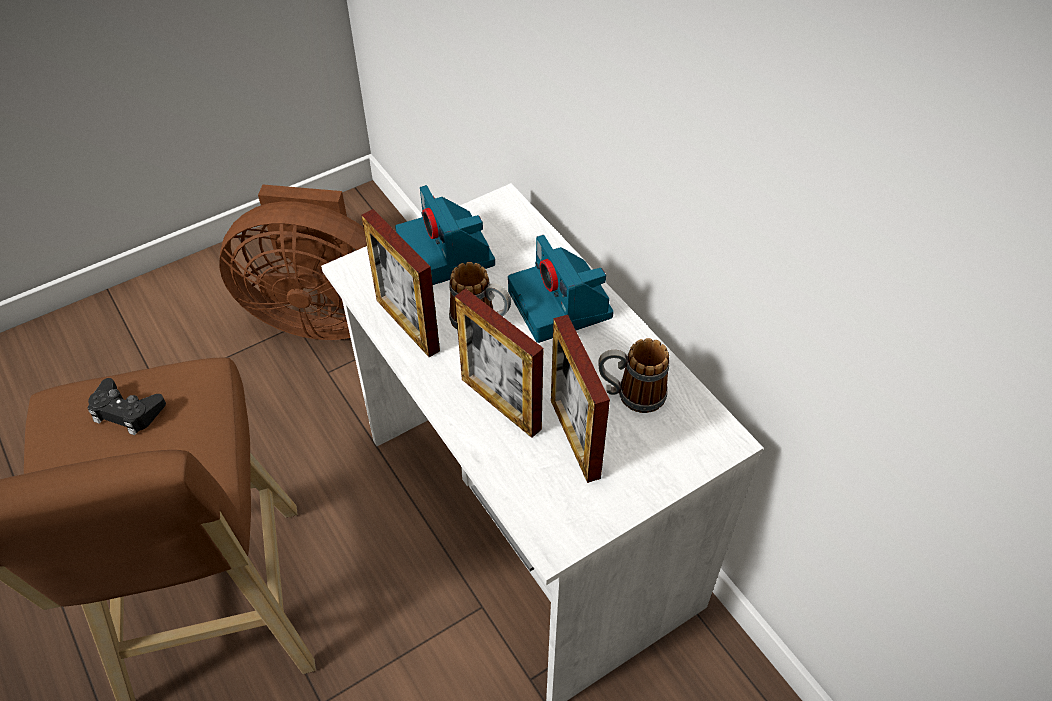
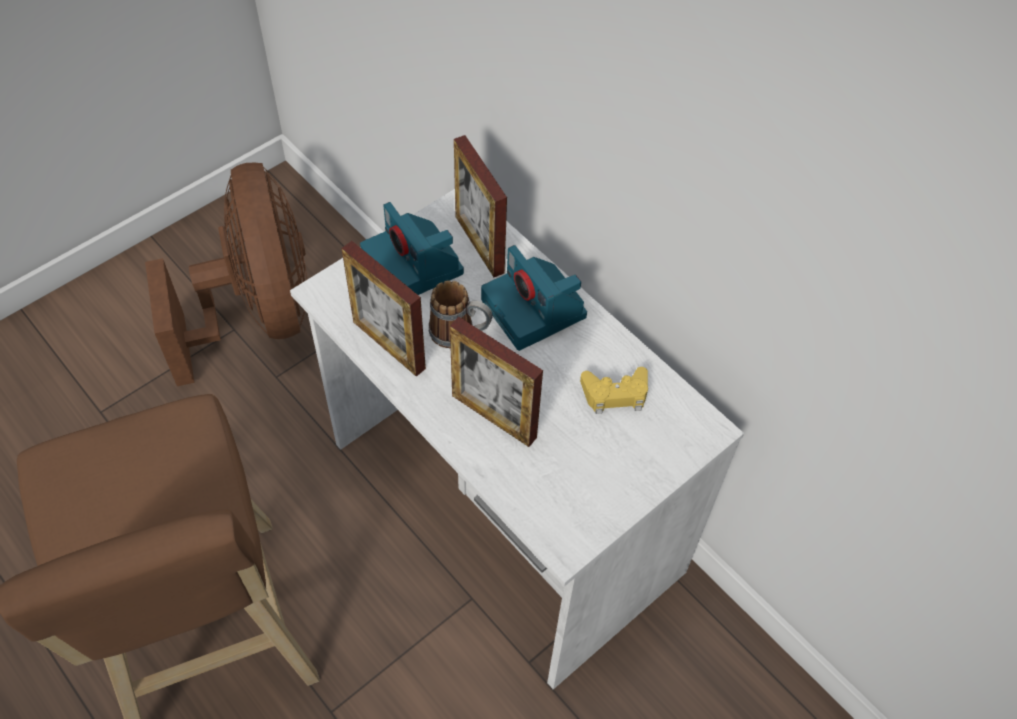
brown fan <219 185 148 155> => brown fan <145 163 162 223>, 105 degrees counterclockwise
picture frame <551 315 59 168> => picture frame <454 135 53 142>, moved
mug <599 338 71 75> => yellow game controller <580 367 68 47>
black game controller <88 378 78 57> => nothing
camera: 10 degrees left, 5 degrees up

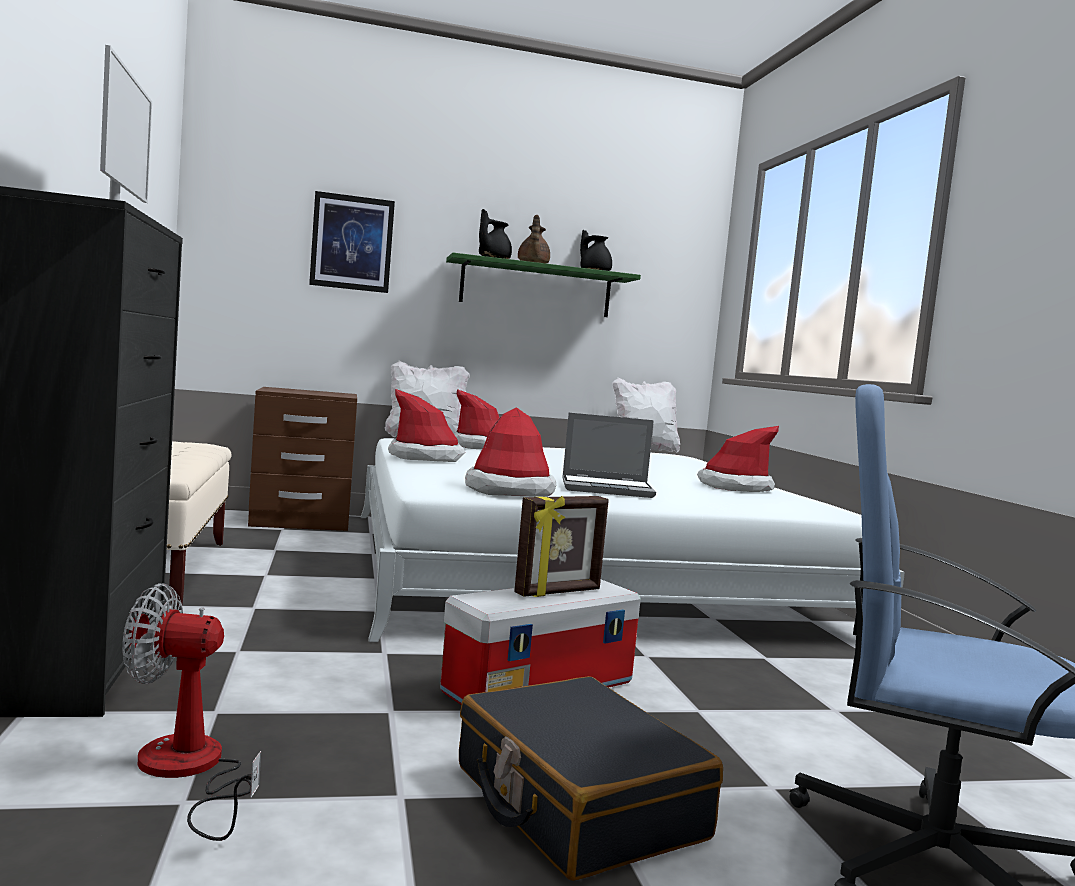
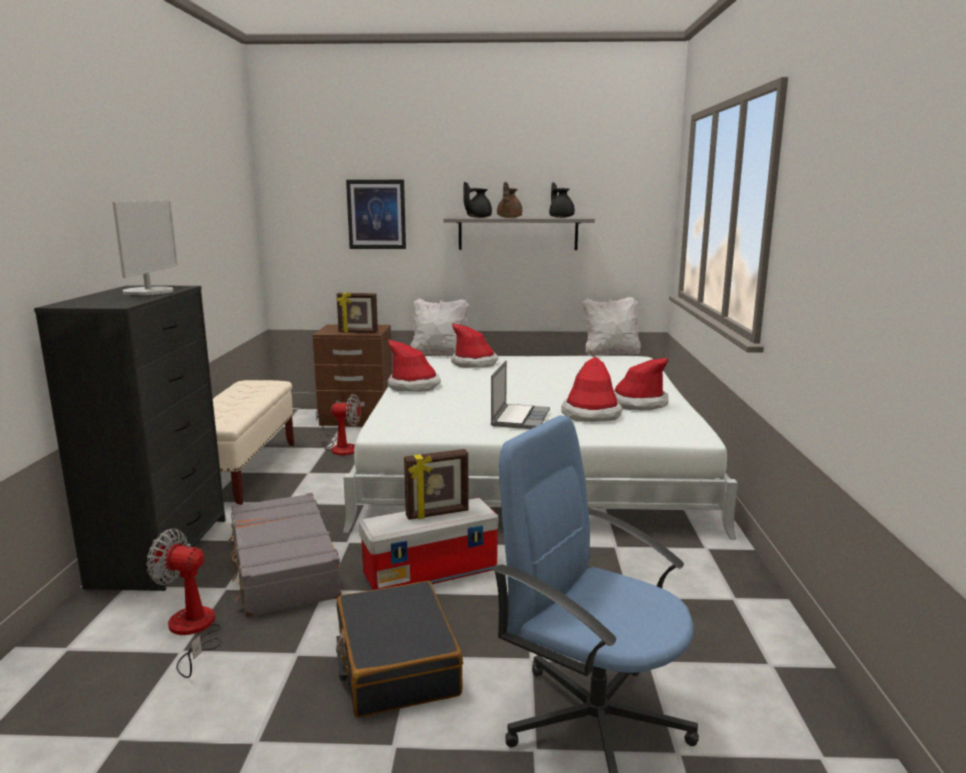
nothing => grey suitcase <228 493 114 124>
nothing => fan <316 394 45 61>
nothing => picture frame <337 292 41 41>
green shelf <446 252 195 65> => grey shelf <443 217 152 33>
laptop <562 413 94 85> => laptop <491 360 59 69>, 90 degrees counterclockwise
hat <465 407 91 90> => hat <561 356 62 66>, moved
camera: 15 degrees right, 10 degrees up

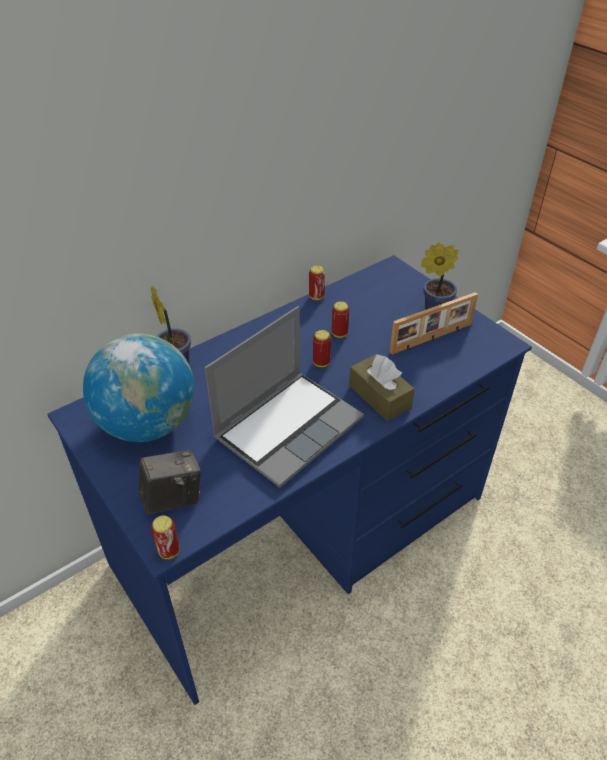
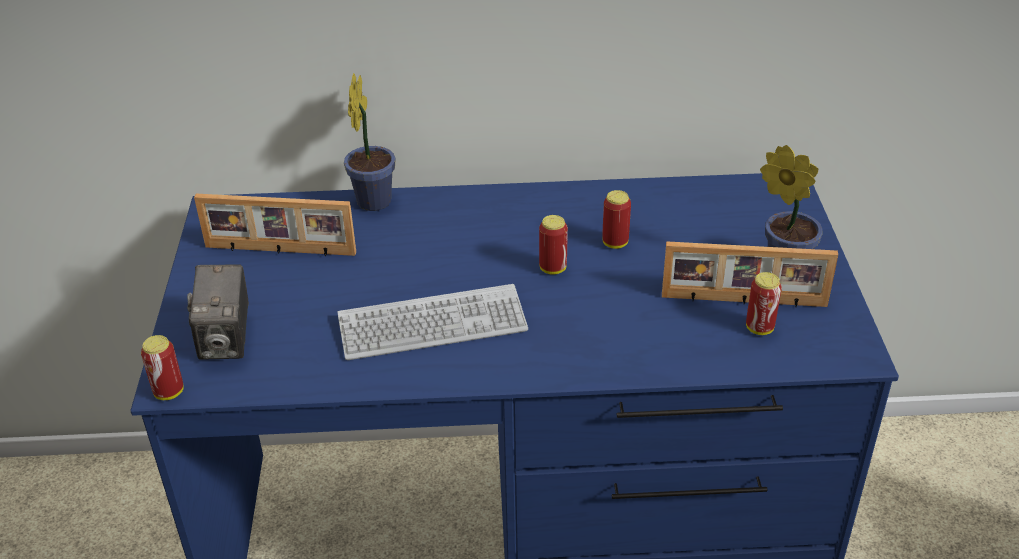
photo camera <138 450 63 64> => photo camera <187 264 62 96>, 75 degrees clockwise
globe <83 334 111 108> => picture frame <194 194 162 62>
laptop <205 306 159 182> => keyboard <337 284 191 76>
can <309 265 16 35> => can <746 272 36 63>, moved
brown tissue box <349 354 66 67> => nothing
camera: 35 degrees right, 5 degrees down

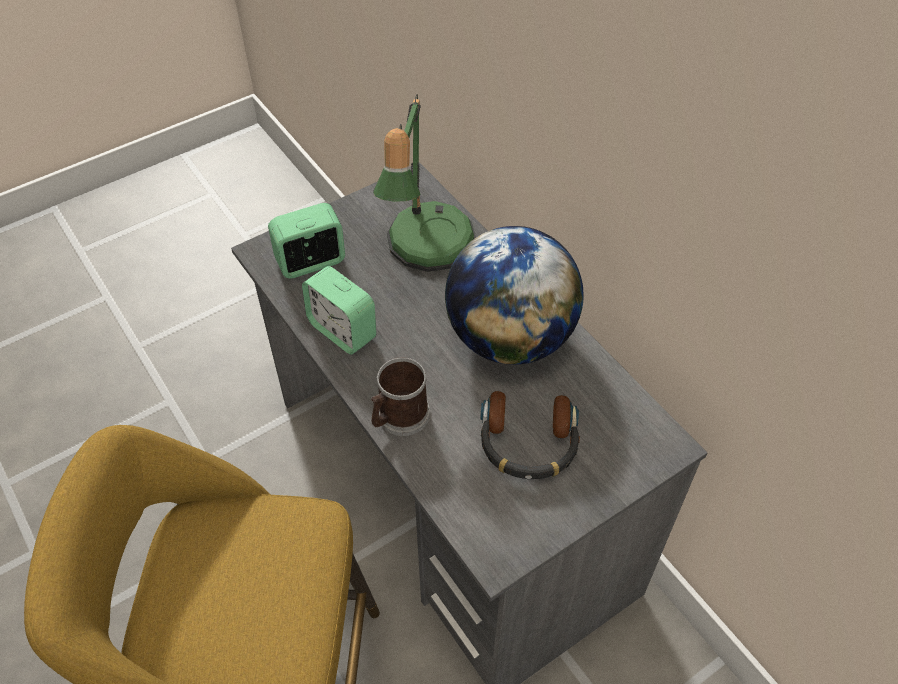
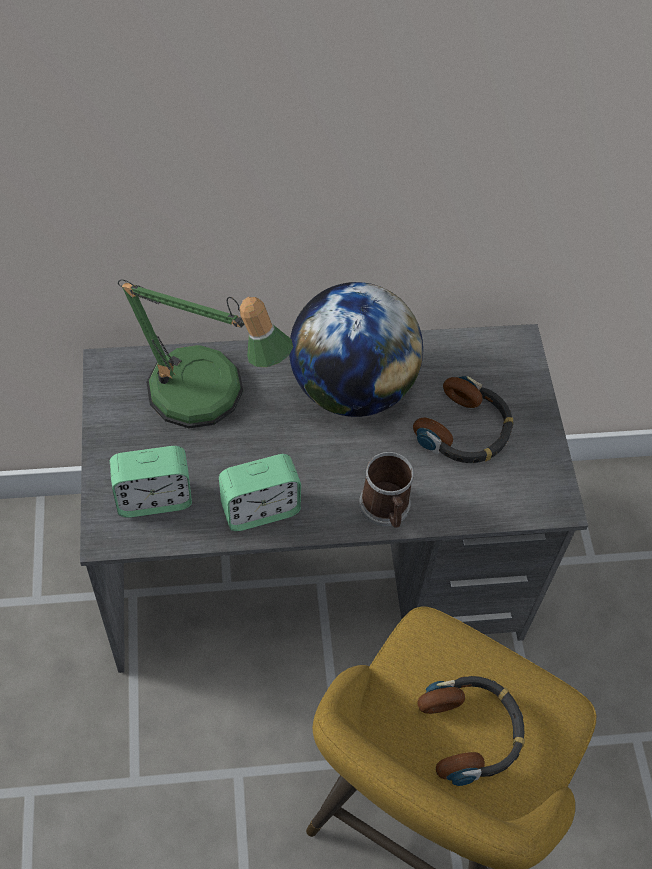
alarm clock <268 203 77 76> => alarm clock <110 446 82 72>, 105 degrees counterclockwise
nothing => headphones <418 676 107 110>
camera: 65 degrees left, 5 degrees up

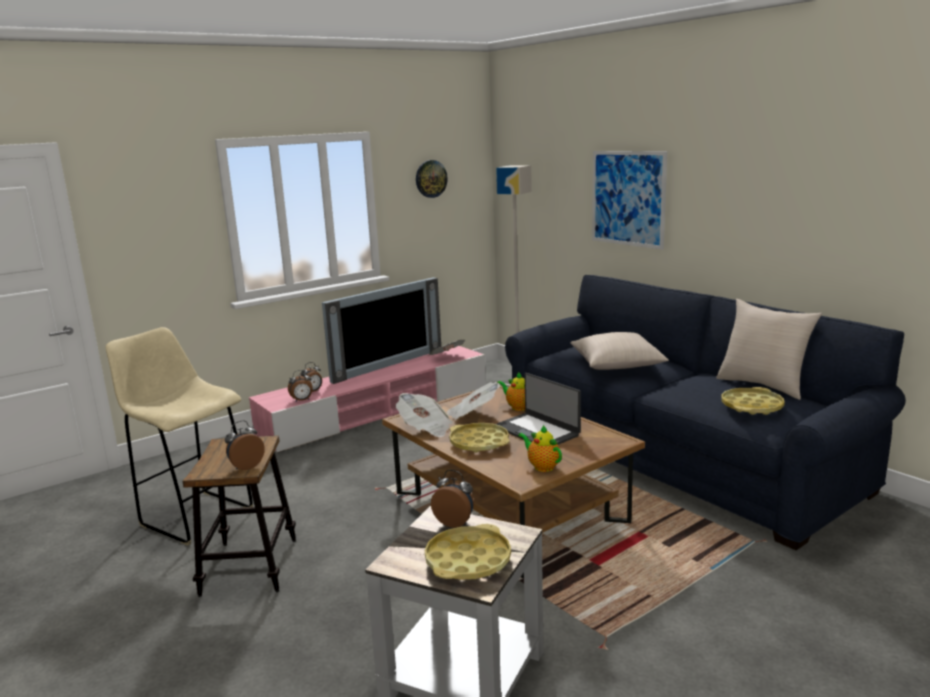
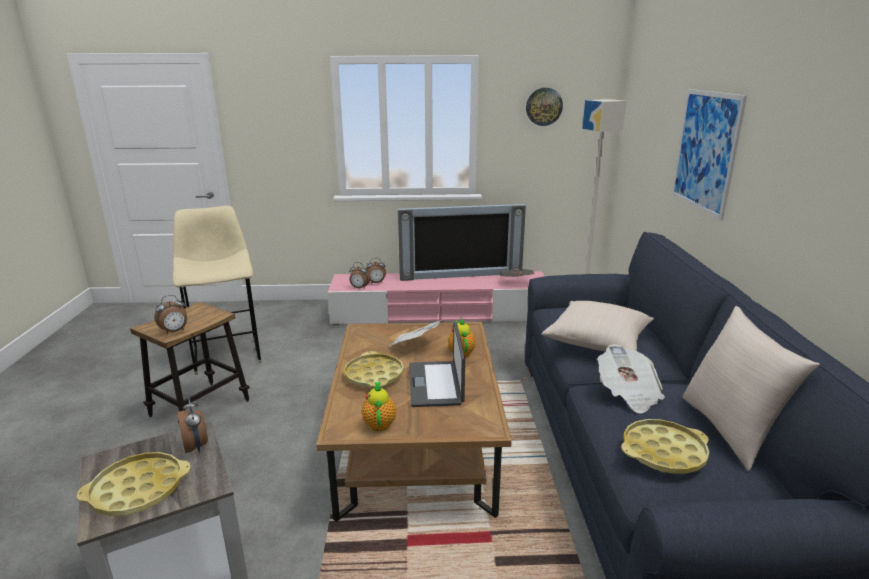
alarm clock <225 420 40 50> => alarm clock <154 295 33 39>, 150 degrees clockwise
newspaper <396 393 56 44> => newspaper <597 344 68 70>, moved
camera: 35 degrees right, 5 degrees up

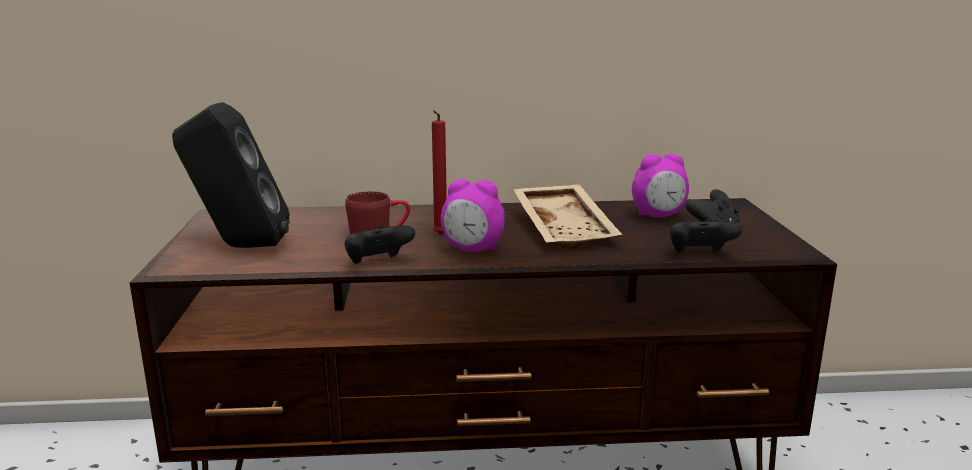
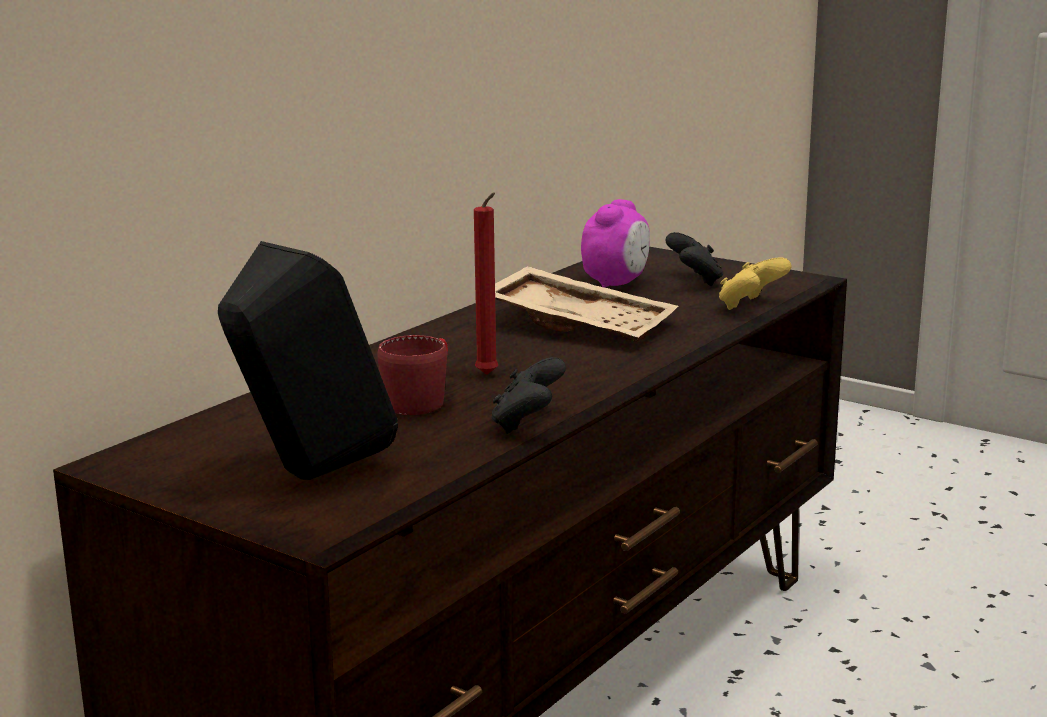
black game controller <670 219 72 33> => yellow game controller <719 258 73 52>
alarm clock <441 179 64 73> => nothing
camera: 50 degrees left, 0 degrees up

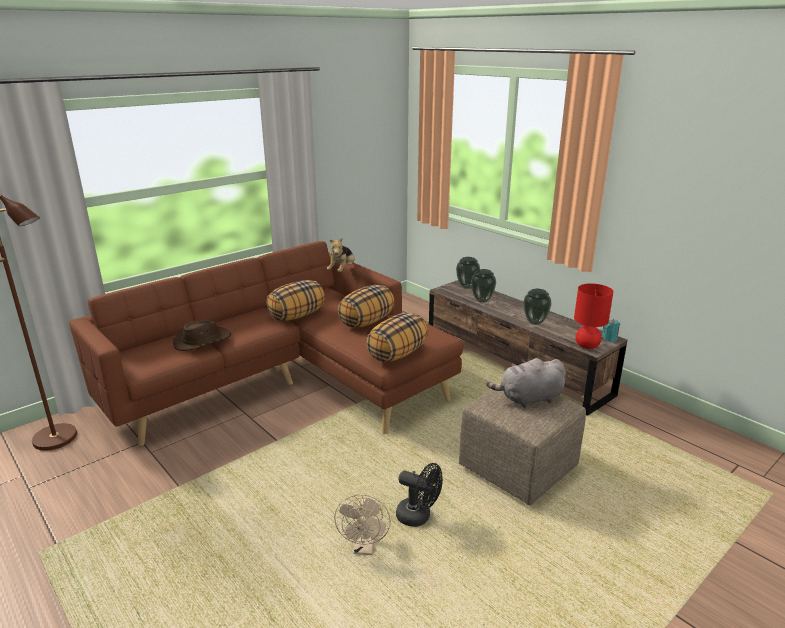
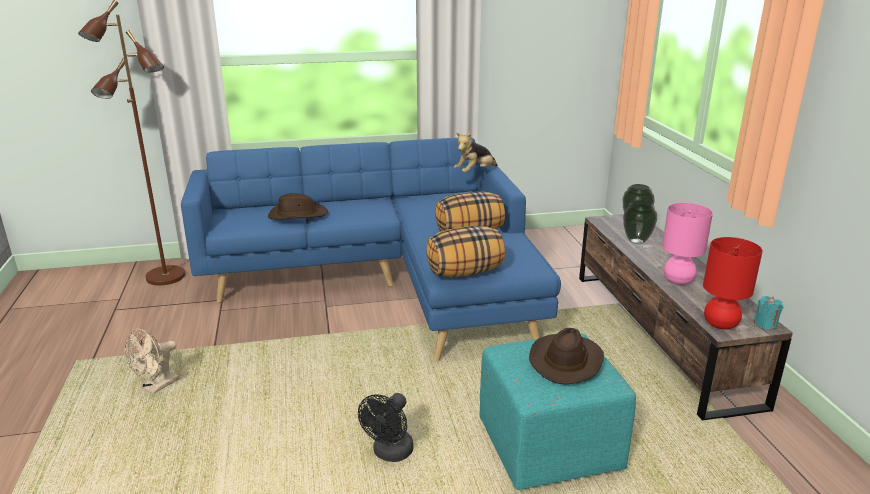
beige fan <334 494 57 61> => beige fan <124 328 56 66>, moved
brown sofa <69 241 394 205> => blue sofa <181 138 380 223>
black fan <396 463 47 64> => black fan <358 393 56 69>, 60 degrees clockwise
beige ottoman <459 384 127 121> => turquoise ottoman <479 334 157 156>
grey plush toy <486 358 80 50> => brown hat <529 328 75 56>
vase <523 289 29 36> => pink table lamp <662 203 51 82>
pillow <267 280 58 41> => nothing
camera: 30 degrees right, 0 degrees up

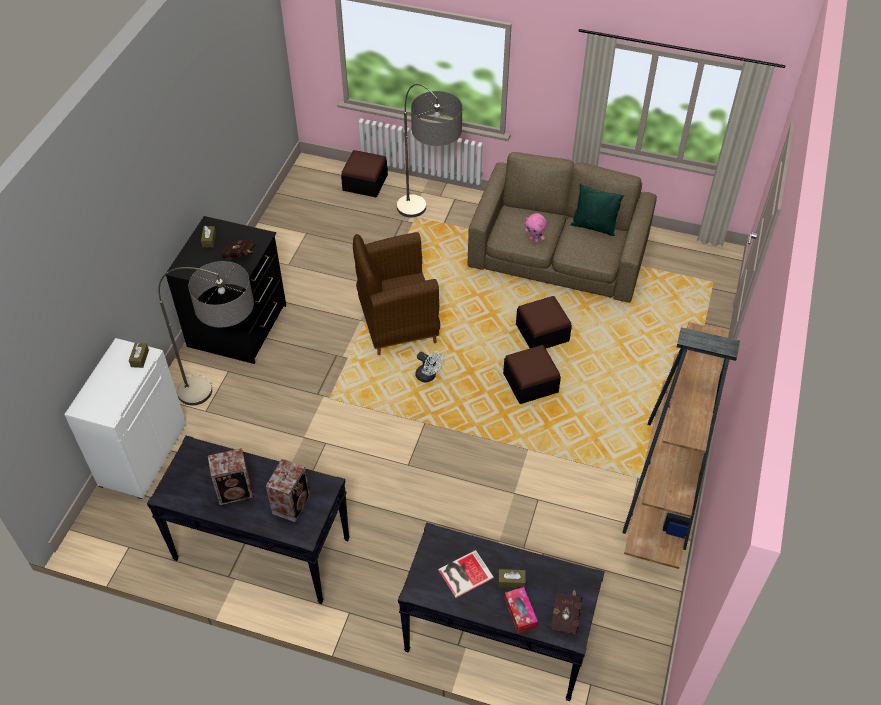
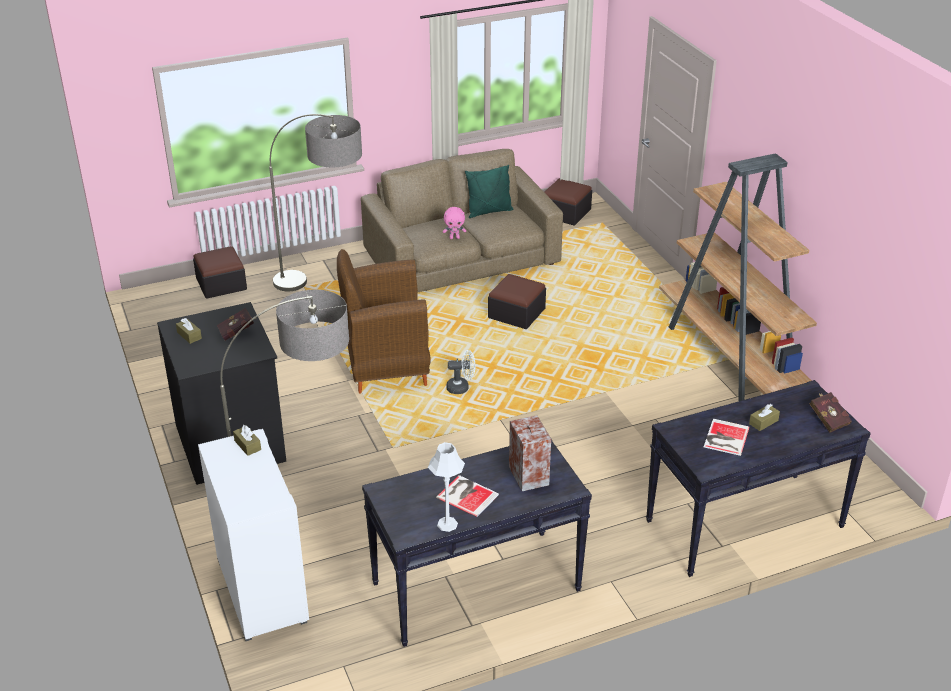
brown armchair <353 232 87 123> => brown armchair <337 249 94 145>, 45 degrees clockwise
nothing => grey table lamp <428 442 37 90>
speaker <208 448 45 57> => book <436 475 63 42>
ottoman <503 345 58 59> => ottoman <544 178 48 48>, moved
tissue box <504 587 34 46> => nothing
camera: 40 degrees left, 15 degrees down

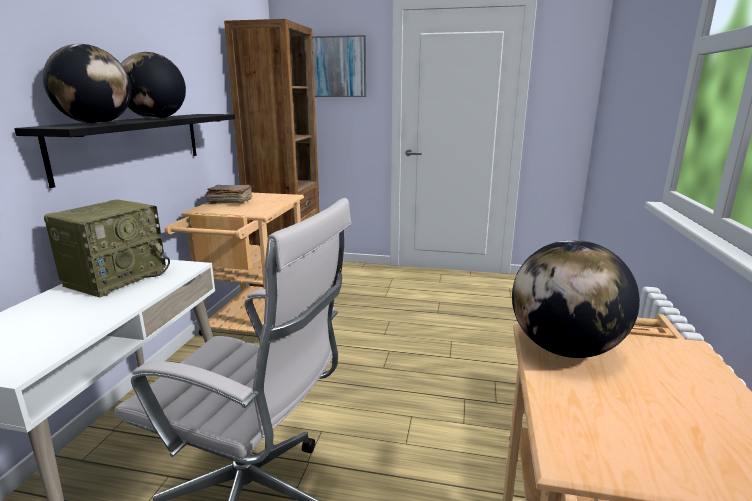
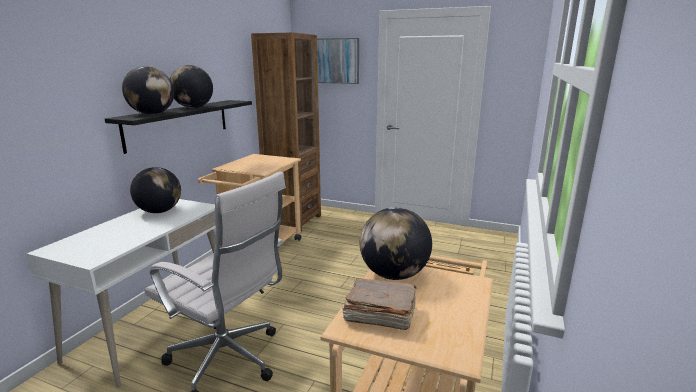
radio <44 200 126 98> => globe <130 167 51 46>
brown book <205 185 48 19> => brown book <342 278 74 52>, moved
camera: 10 degrees right, 0 degrees up

